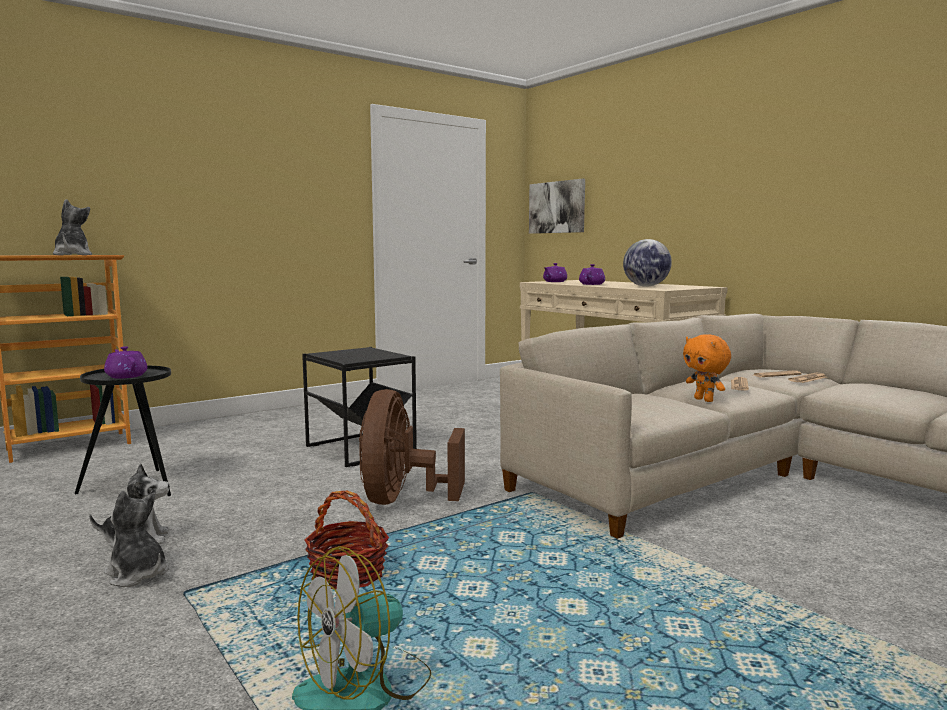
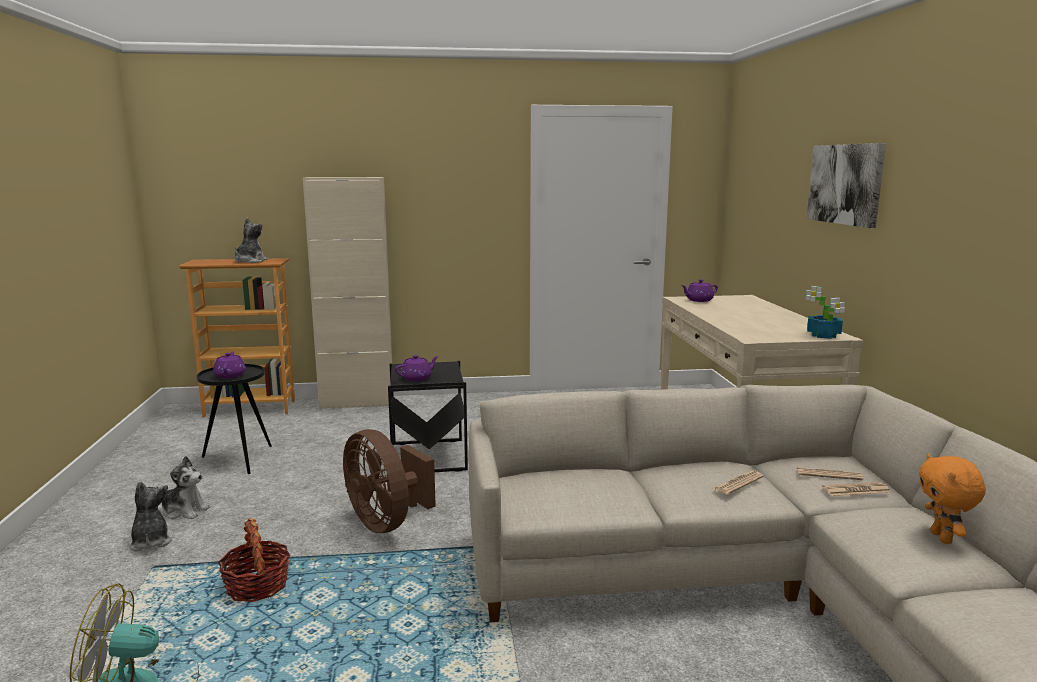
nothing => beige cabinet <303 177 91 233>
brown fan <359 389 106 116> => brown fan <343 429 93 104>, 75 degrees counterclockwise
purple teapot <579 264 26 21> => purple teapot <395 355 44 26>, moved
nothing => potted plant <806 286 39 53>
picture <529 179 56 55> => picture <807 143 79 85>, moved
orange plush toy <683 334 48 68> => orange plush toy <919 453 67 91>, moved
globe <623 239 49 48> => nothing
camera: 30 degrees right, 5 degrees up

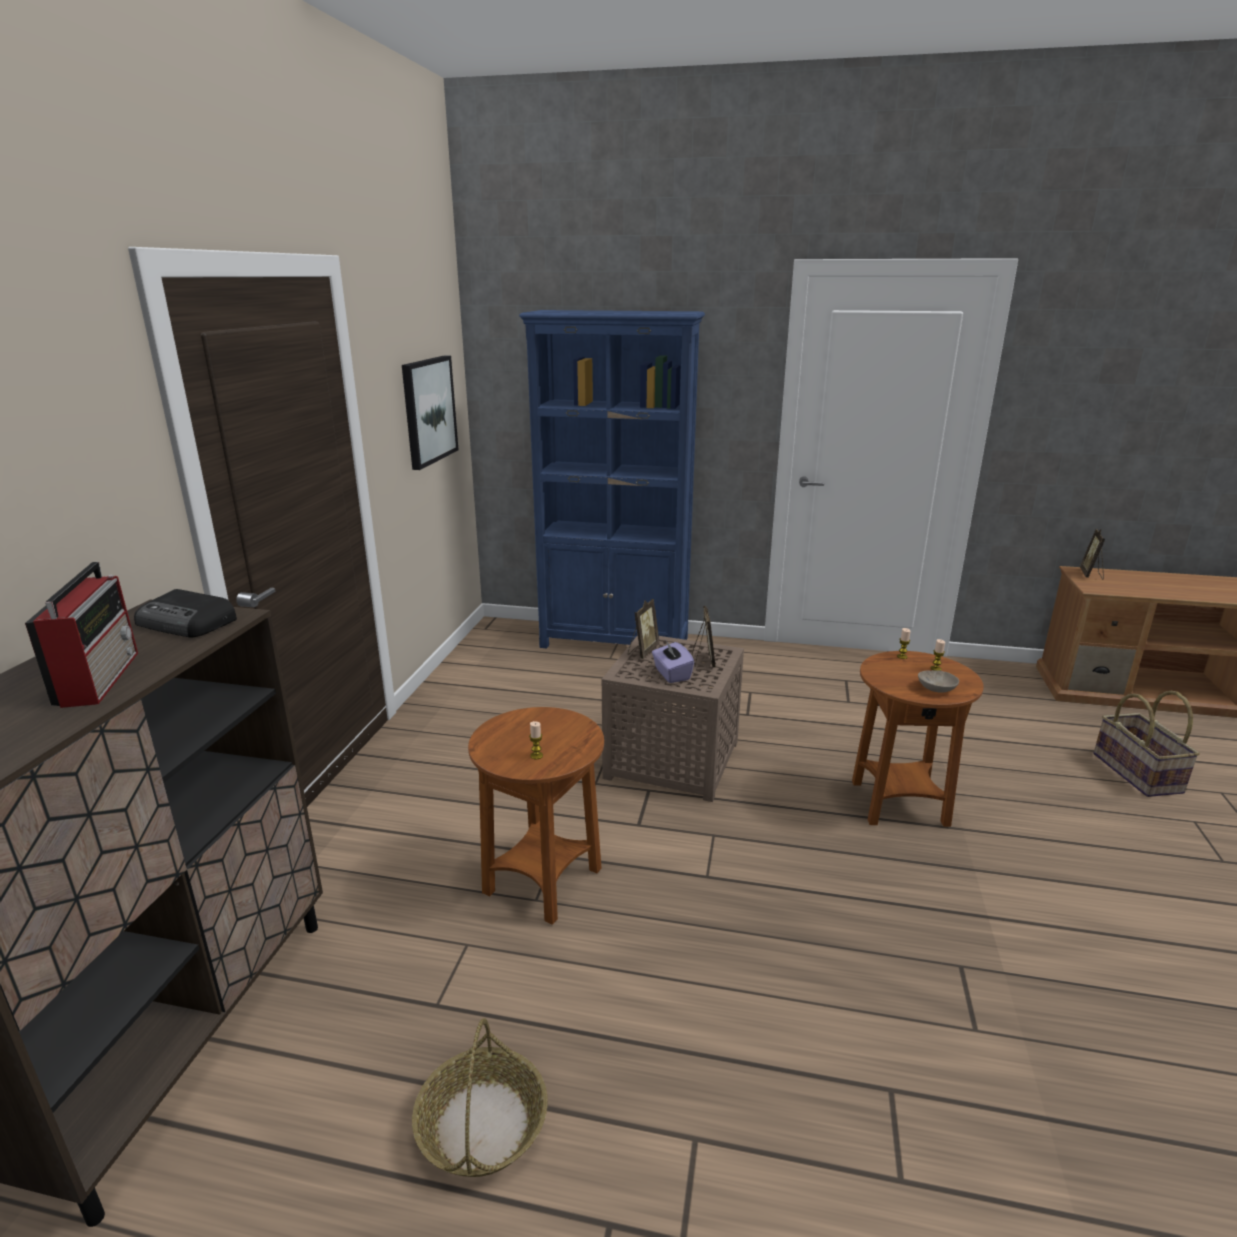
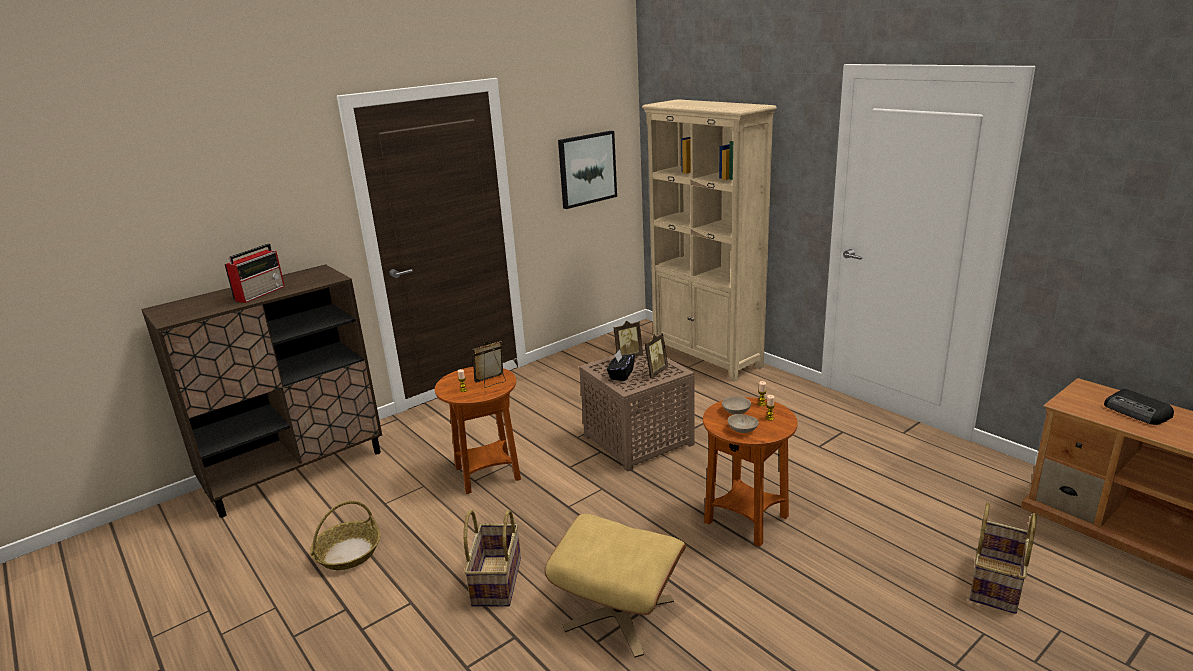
nothing => basket <463 510 58 97>
picture frame <1080 529 25 50> => picture frame <472 341 34 47>, moved
nothing => beige ottoman <544 514 142 144>
purple tissue box <652 639 42 44> => black tissue box <607 349 28 32>
blue bookcase <519 310 186 338> => beige bookcase <642 99 135 283>
nothing => beige bowl <722 396 29 18>
radio <134 589 103 48> => radio <1104 389 70 36>, moved
camera: 40 degrees right, 0 degrees up

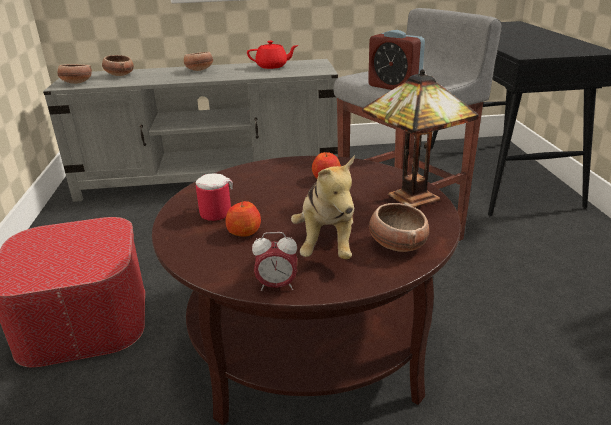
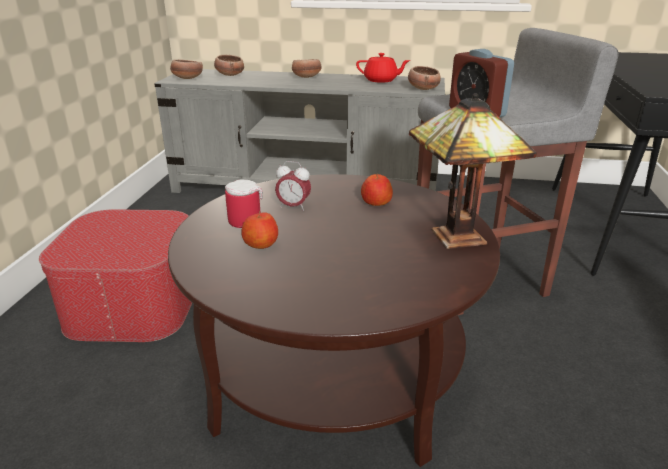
alarm clock <252 232 45 59> => alarm clock <275 161 36 50>, moved
bowl <369 203 60 49> => bowl <408 66 33 24>, moved
plush toy <291 156 64 103> => nothing
camera: 15 degrees right, 0 degrees up

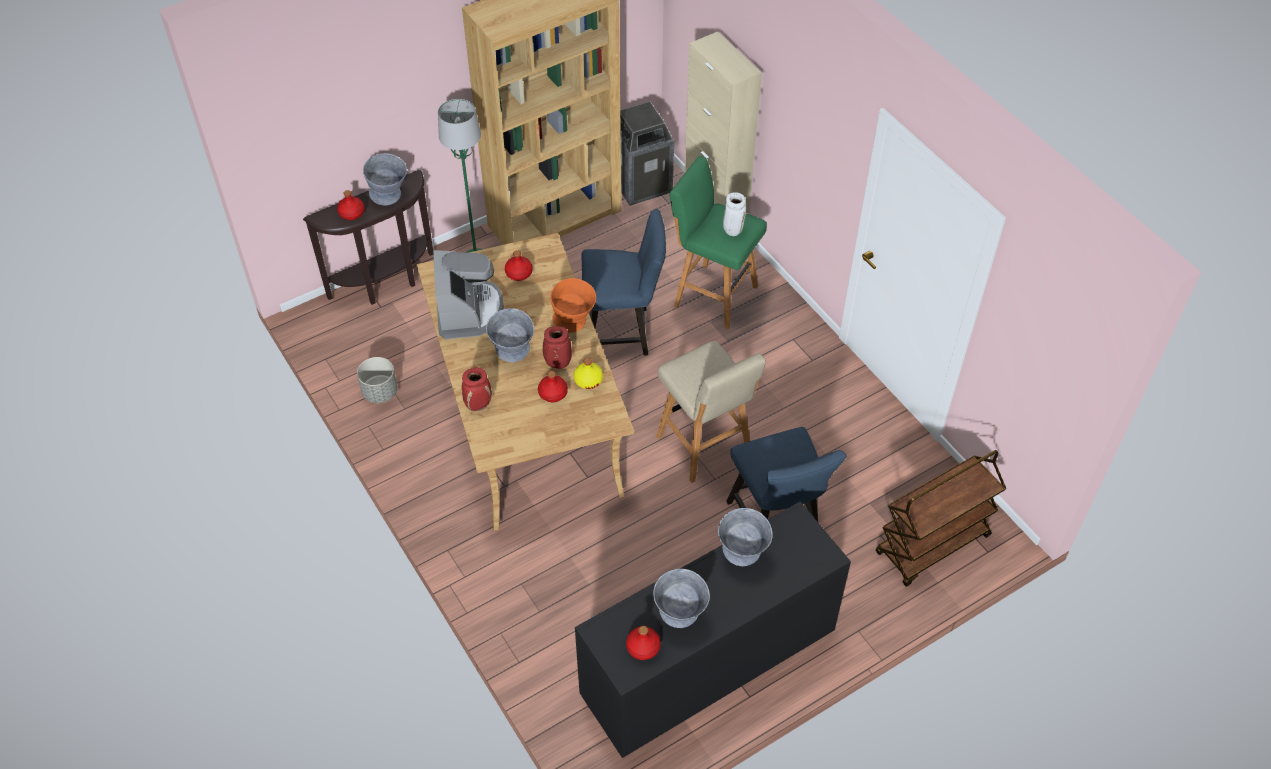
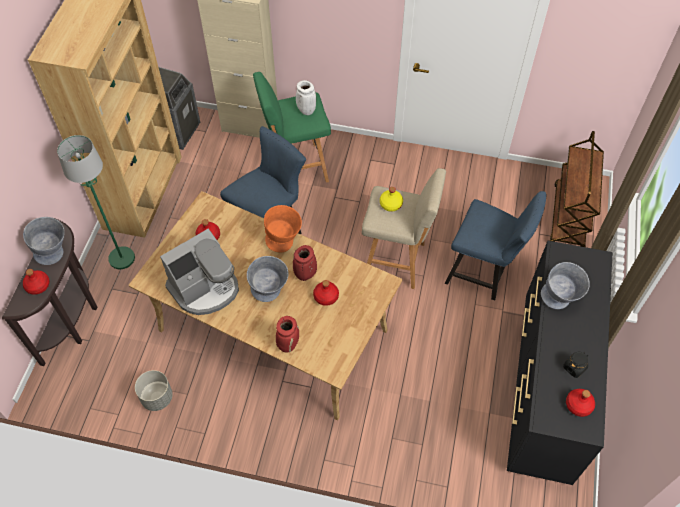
coffee machine <433 250 71 89> => coffee machine <160 229 79 86>, 105 degrees clockwise
yellow bottle <574 358 29 31> => yellow bottle <380 187 23 25>, moved
grey bowl <653 569 57 59> => black jar <563 352 25 26>
camera: 45 degrees left, 5 degrees up

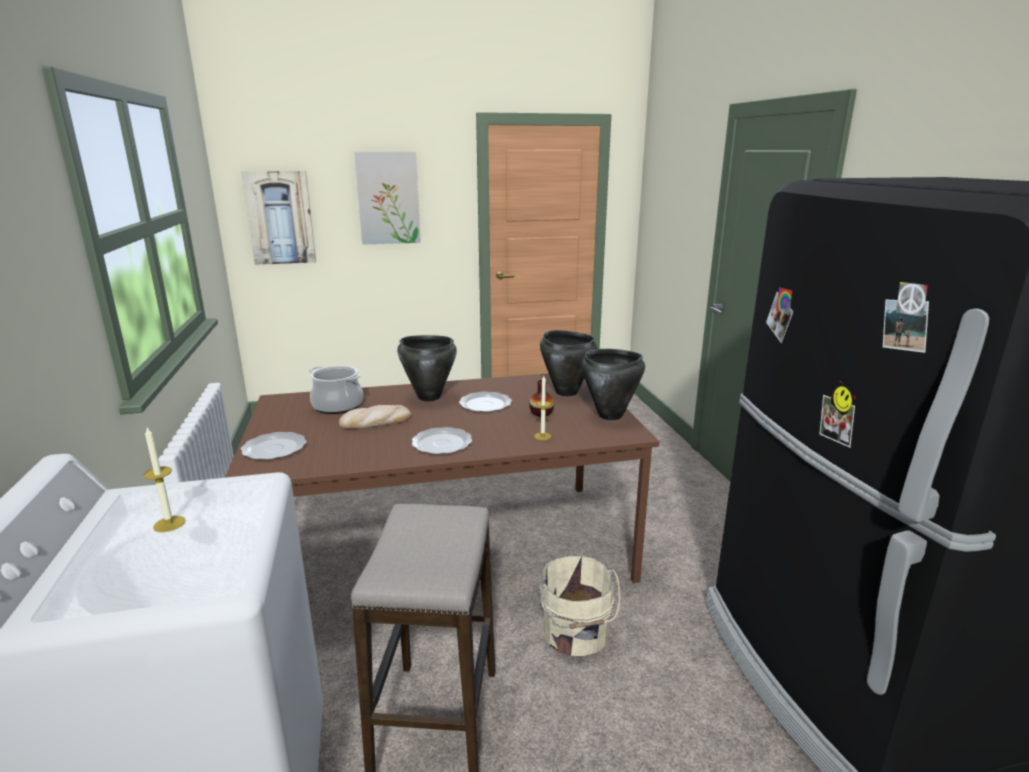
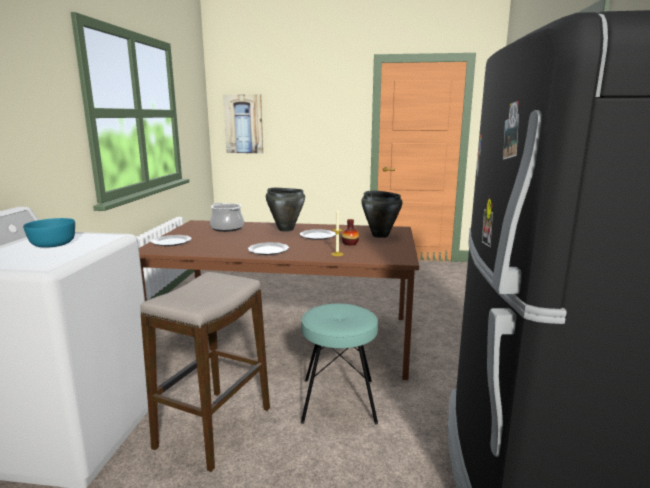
candle <143 428 43 104> => turquoise bowl <23 218 52 30>
beige bucket <539 555 81 101> => turquoise stool <301 303 77 122>
bread <339 405 72 24> => nothing
picture <354 152 67 93> => nothing
black cooking pot <582 349 63 71> => nothing
camera: 20 degrees right, 5 degrees down

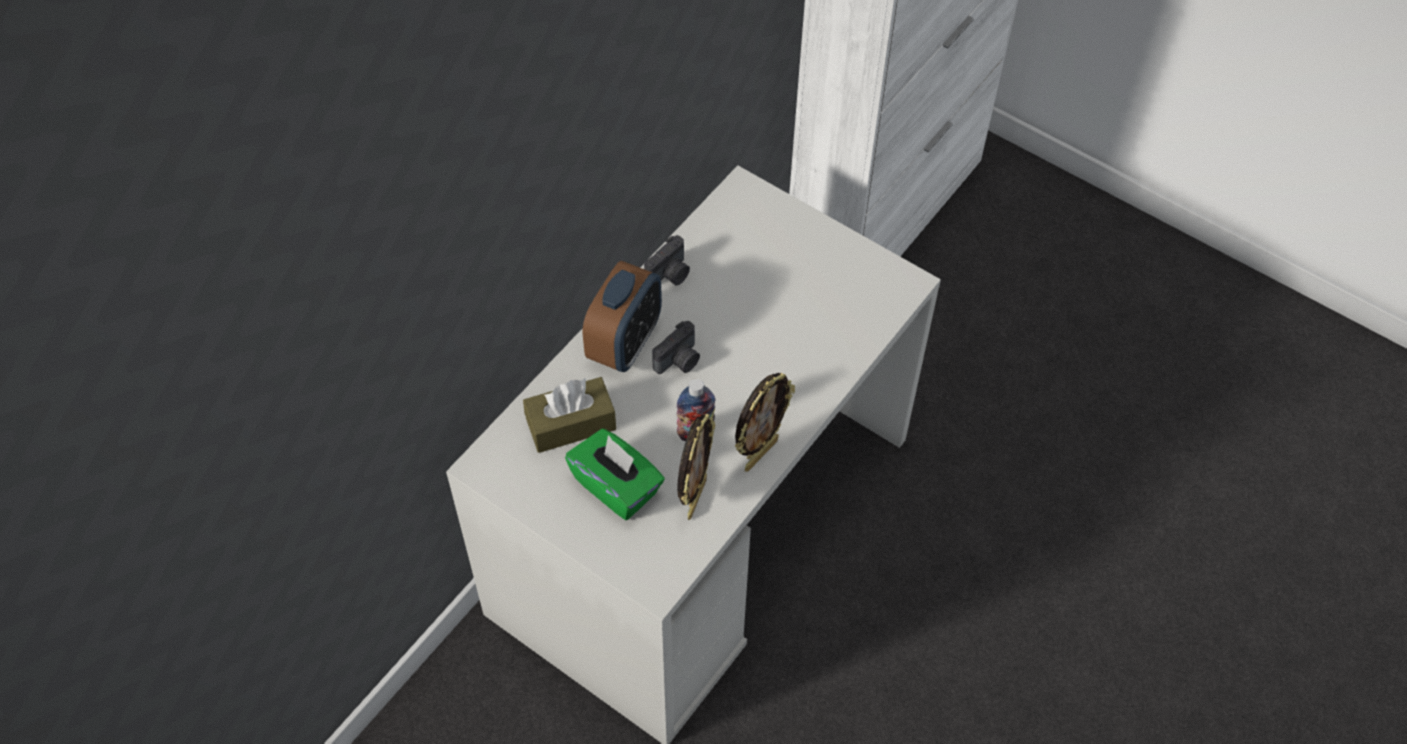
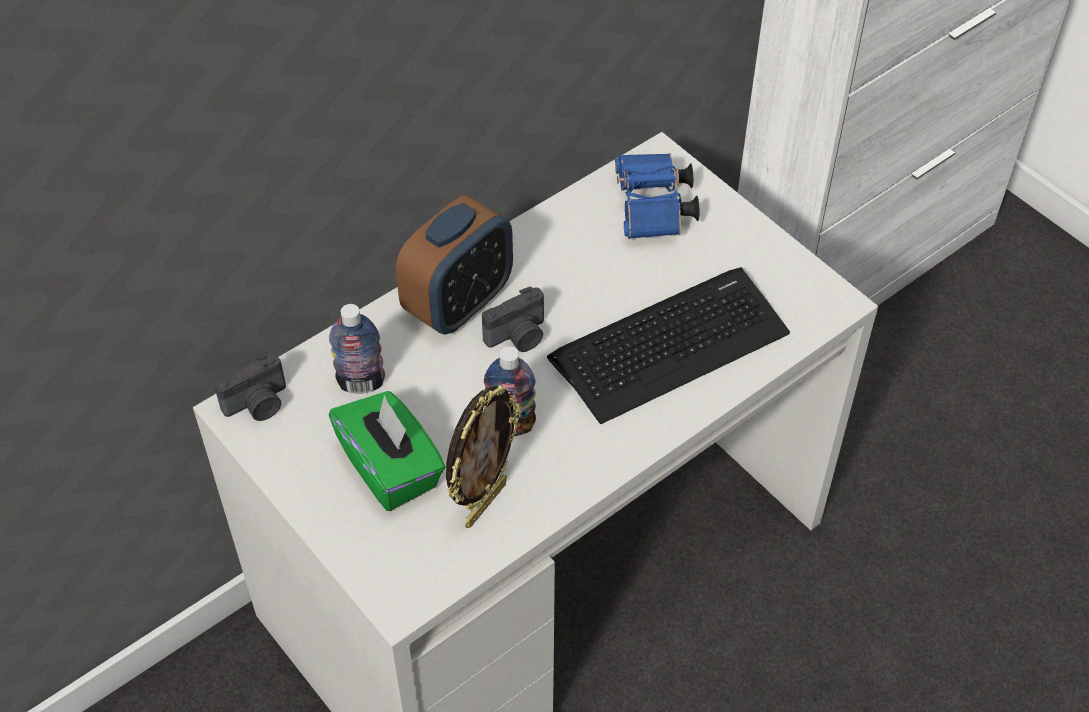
photo camera <644 235 46 51> => photo camera <214 353 72 68>, moved
brown tissue box <523 377 93 76> => bottle <329 304 56 90>
nothing => keyboard <547 267 243 157>
nothing => blue binoculars <615 153 84 86>
picture frame <735 373 60 99> => nothing
camera: 15 degrees right, 5 degrees down

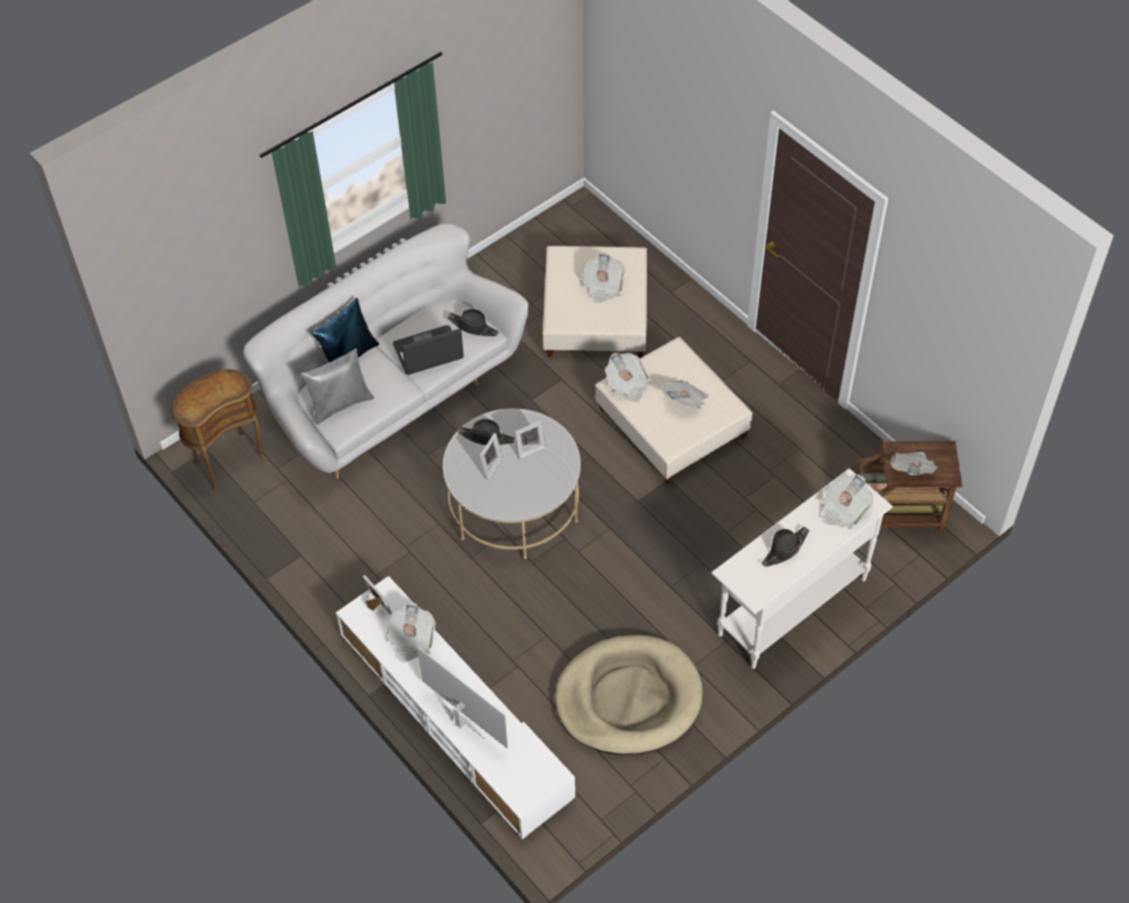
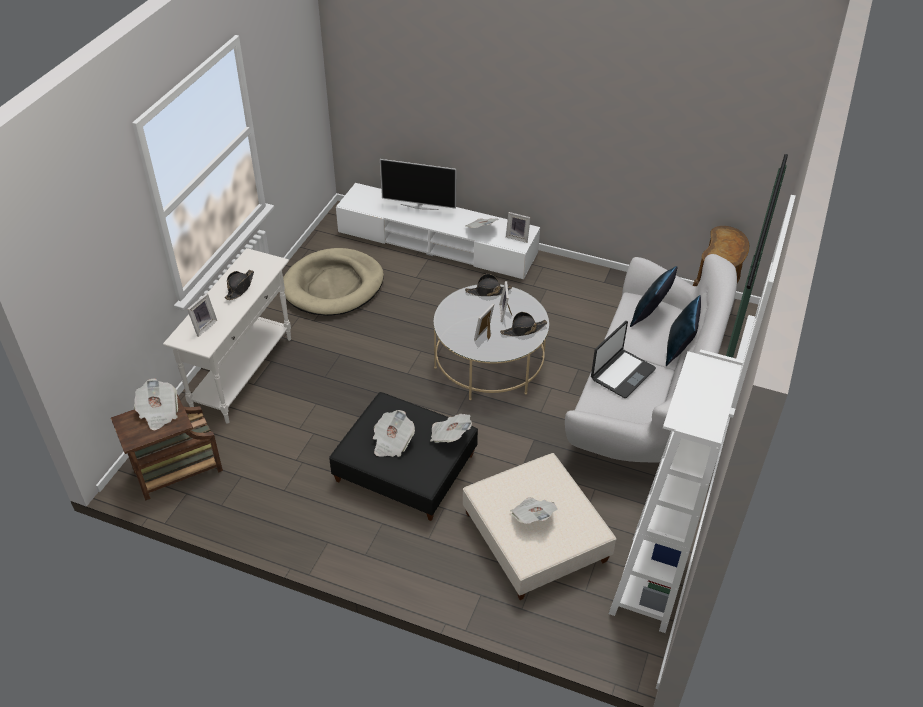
newspaper <821 474 52 55> => picture frame <187 293 30 44>
beige ottoman <595 337 158 147> => black ottoman <329 392 149 129>
black hat <447 309 52 27> => black hat <465 274 47 22>, moved
nothing => white bookcase <609 349 134 284>
grey pillow <300 348 74 77> => blue pillow <630 266 47 61>
camera: 150 degrees right, 10 degrees down

